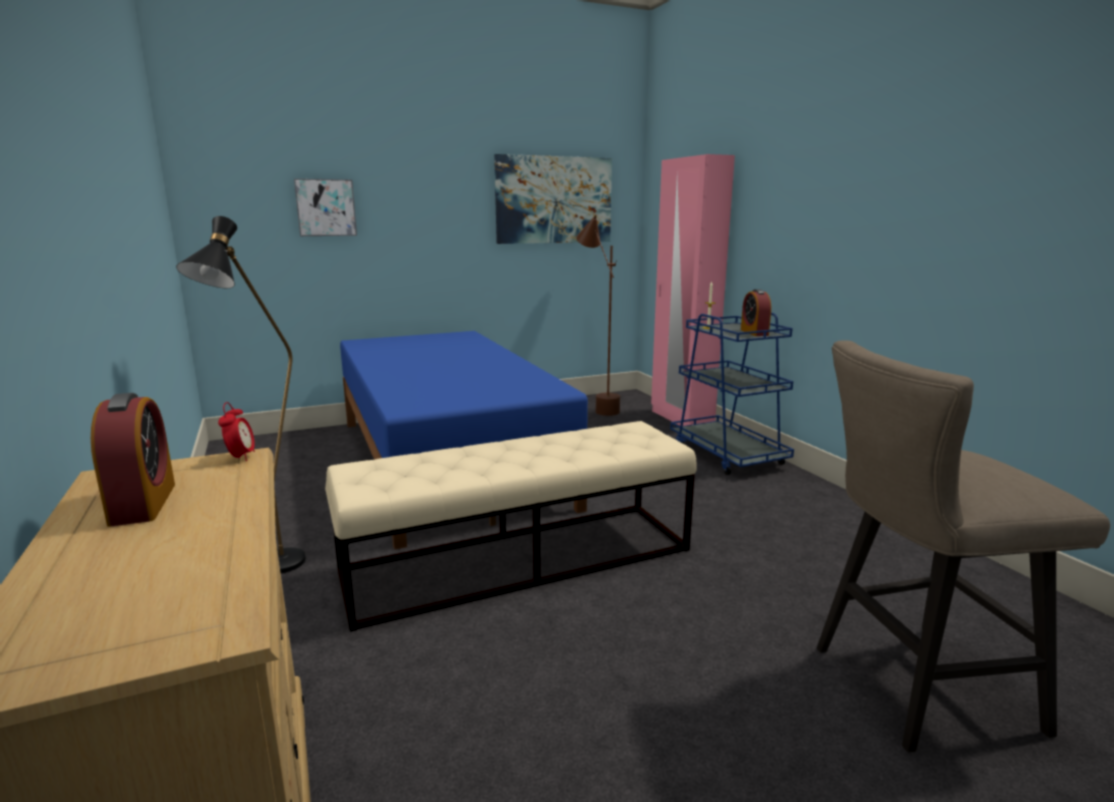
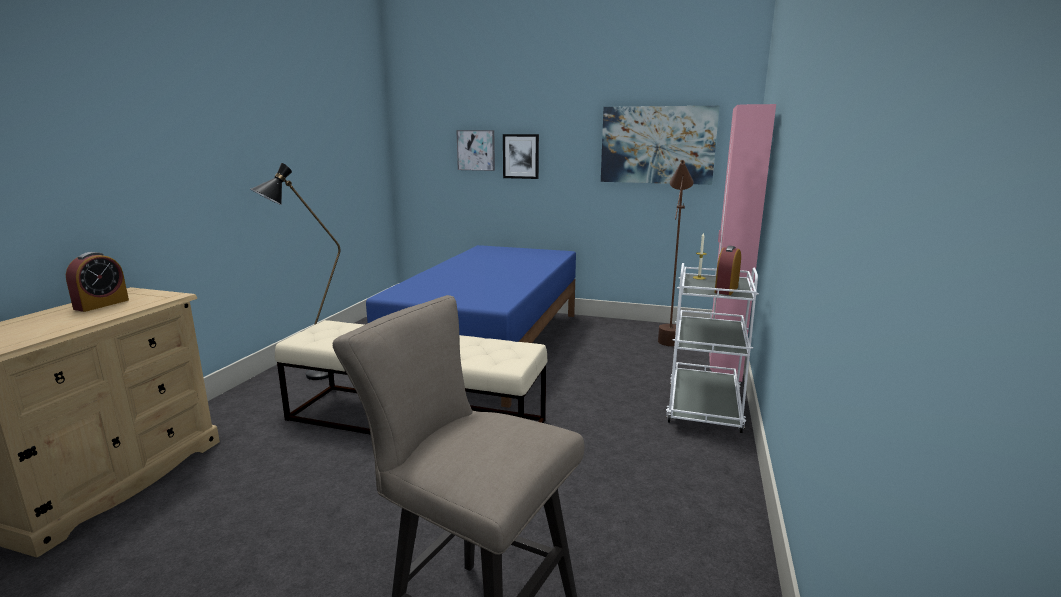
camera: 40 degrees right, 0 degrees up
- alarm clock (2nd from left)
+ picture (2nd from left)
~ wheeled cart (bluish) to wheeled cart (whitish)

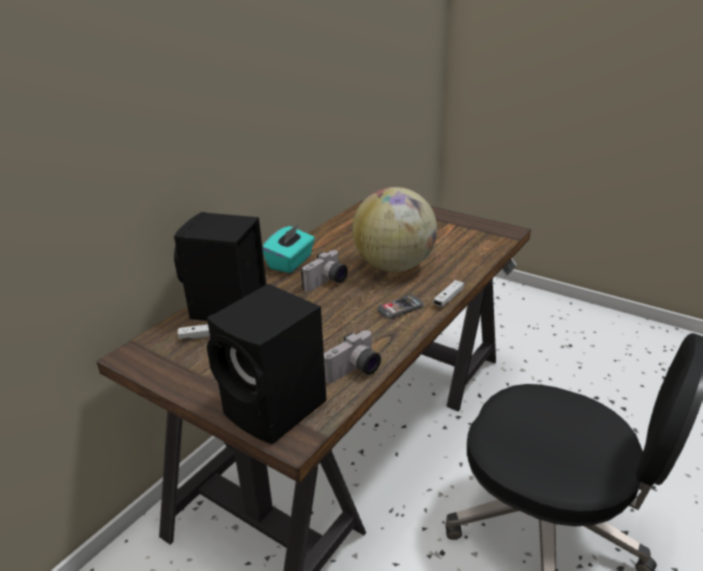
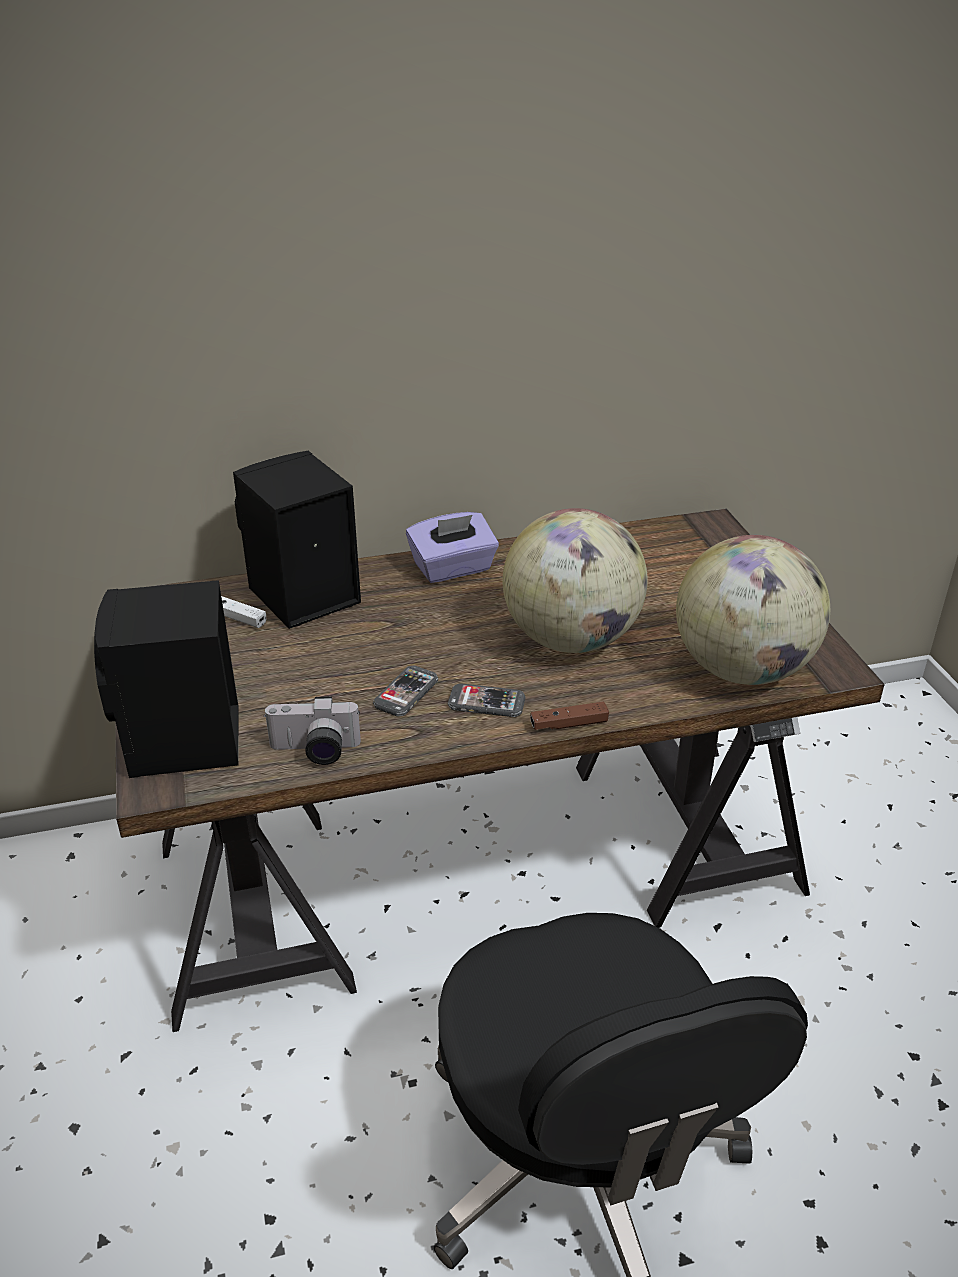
camera: 40 degrees right, 5 degrees up
- photo camera (1st from left)
+ handset (1st from left)
+ desk globe (2nd from left)
~ tissue holder (blue-green) to tissue holder (purple)
~ game controller (whitish) (2nd from left) to game controller (brown-coloured)

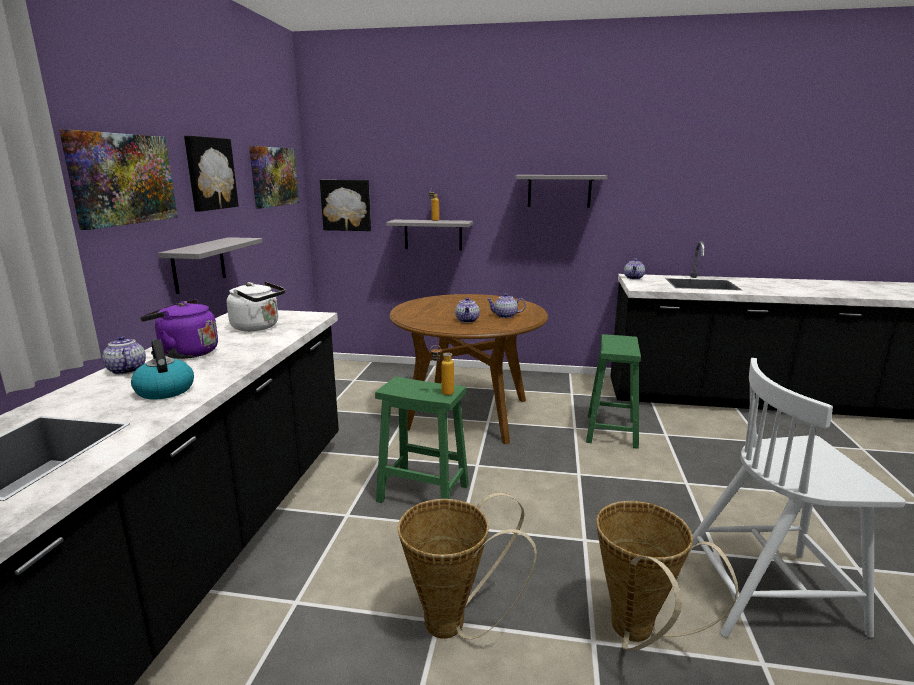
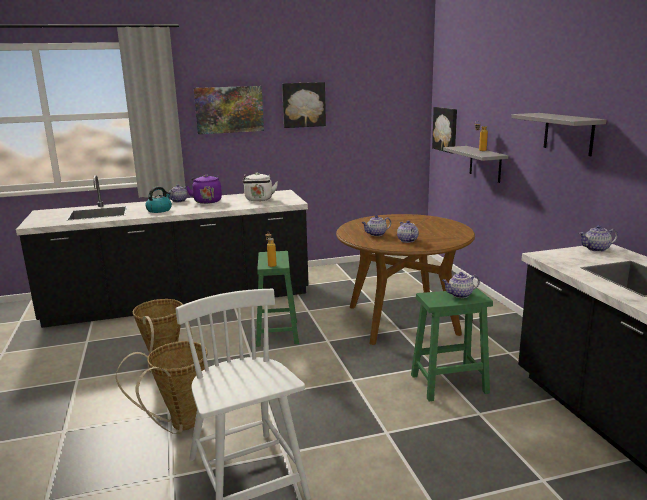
camera: 65 degrees right, 0 degrees up
- bracket shelf (grey) (1st from left)
- picture (3rd from left)
+ tea pot (4th from left)

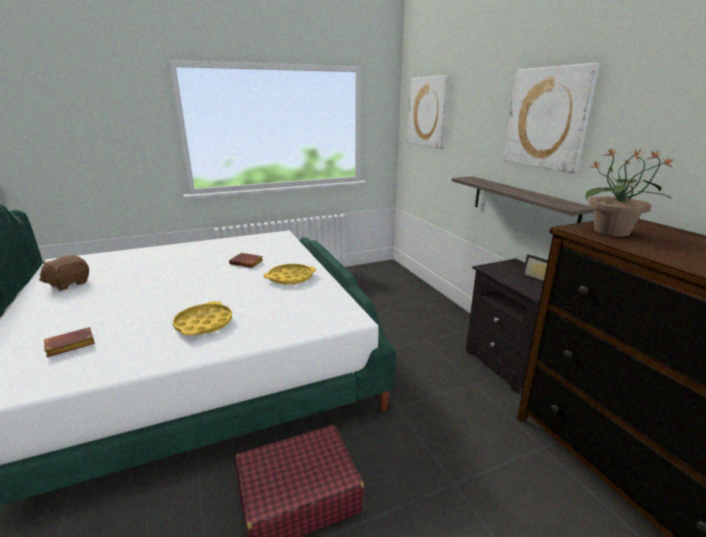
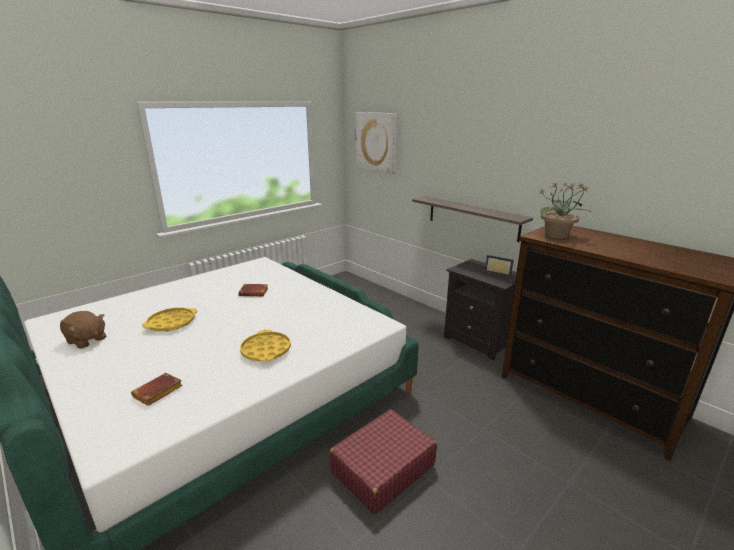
camera: 20 degrees left, 0 degrees up
- picture (2nd from left)
~ carrying tray (yellow-coloured) (2nd from left in the first image) to carrying tray (yellow-coloured) (1st from left)
~ plush toy (brown-coloured) 75 degrees counterclockwise

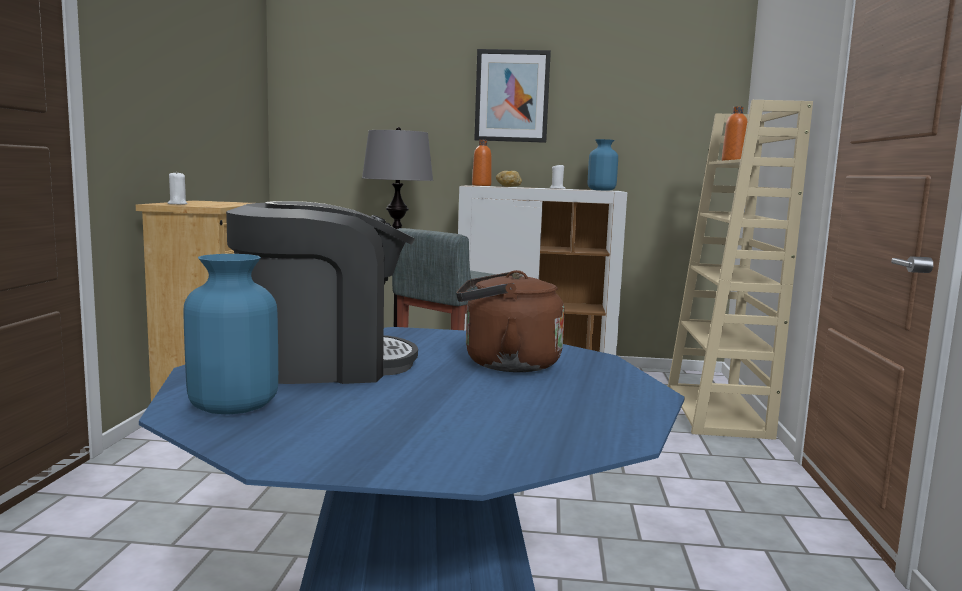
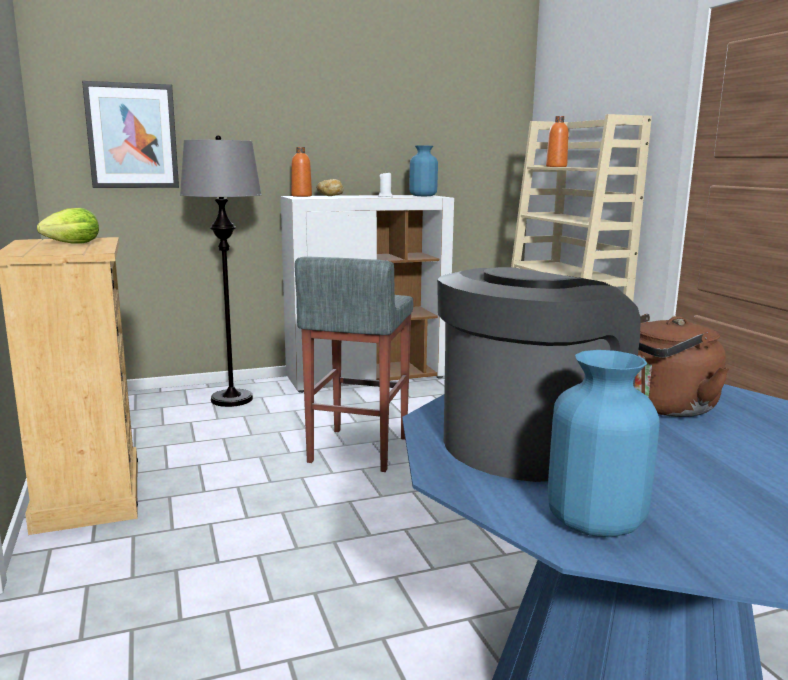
camera: 25 degrees left, 5 degrees up
- candle (whitish) (1st from left)
+ lettuce head
~ picture

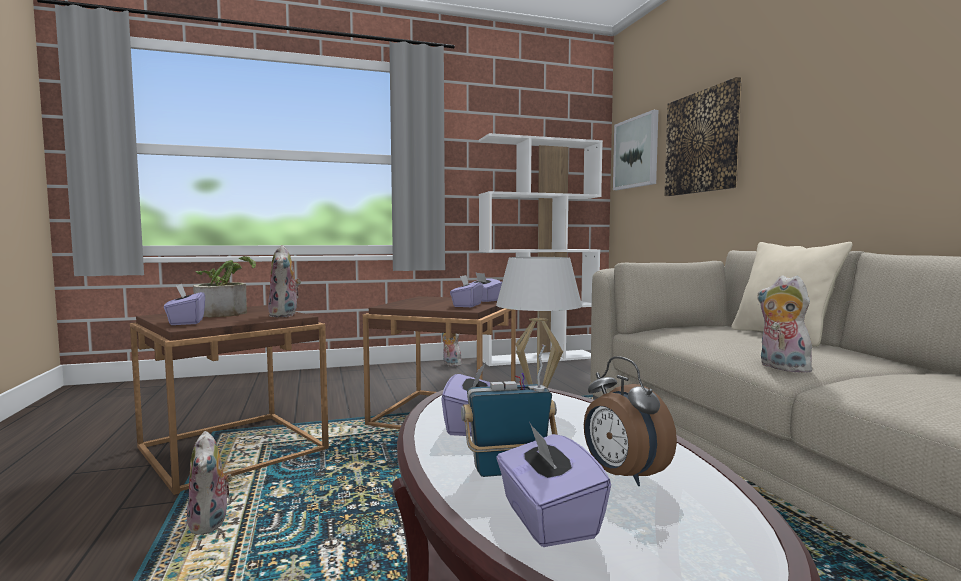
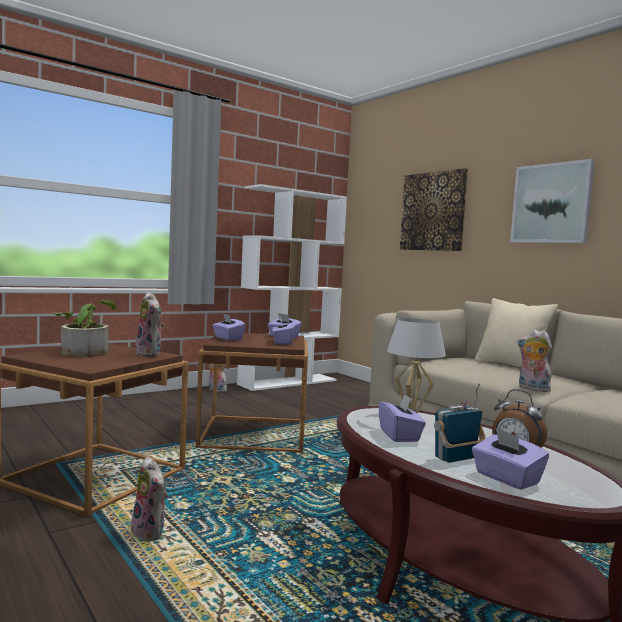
camera: 20 degrees left, 0 degrees up
~ tissue holder (purple) (1st from left)
~ picture (1st from left in the first image) to picture (2nd from left)

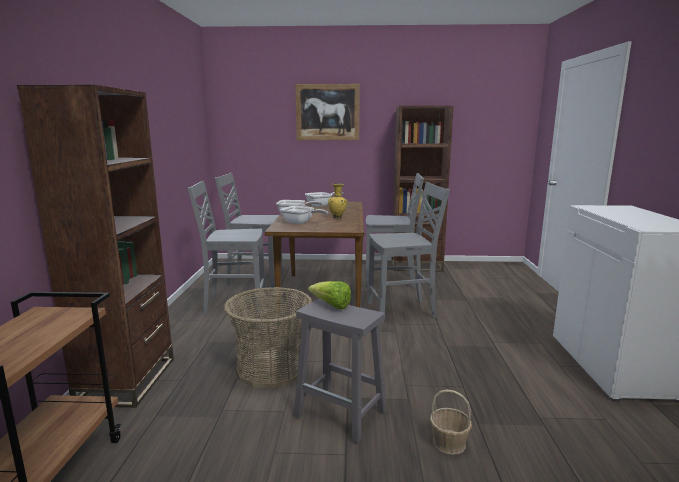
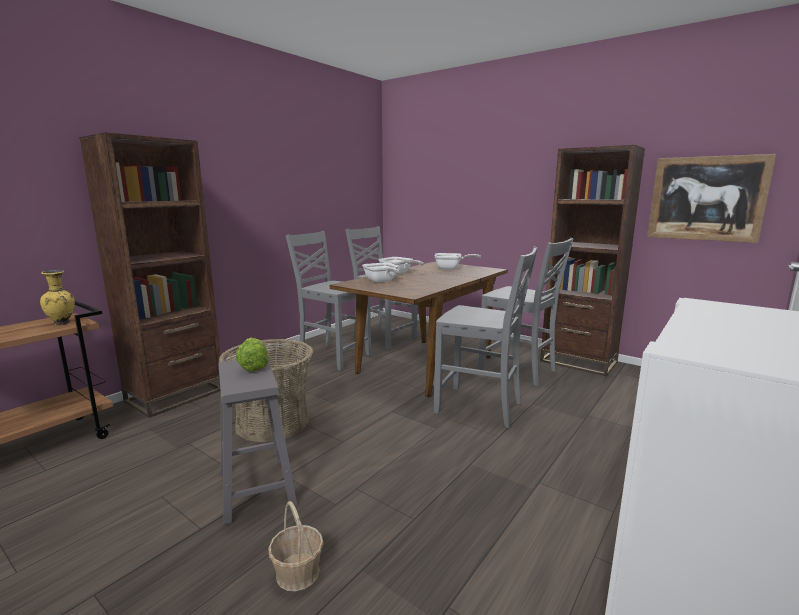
camera: 35 degrees right, 0 degrees up
~ picture
~ decorative vase (yellow-coloured)

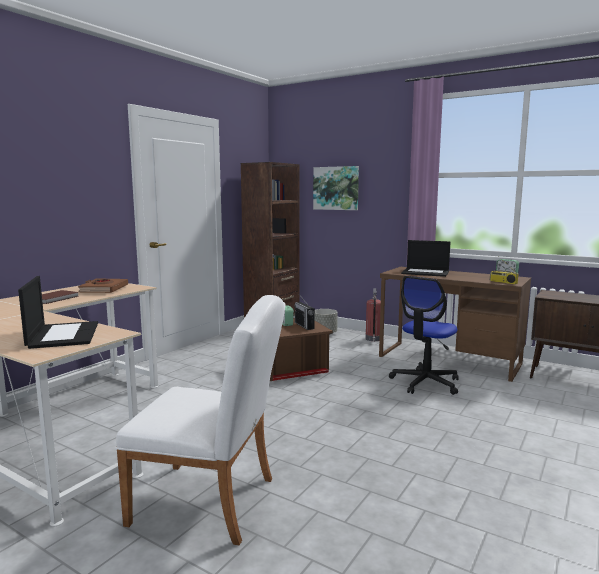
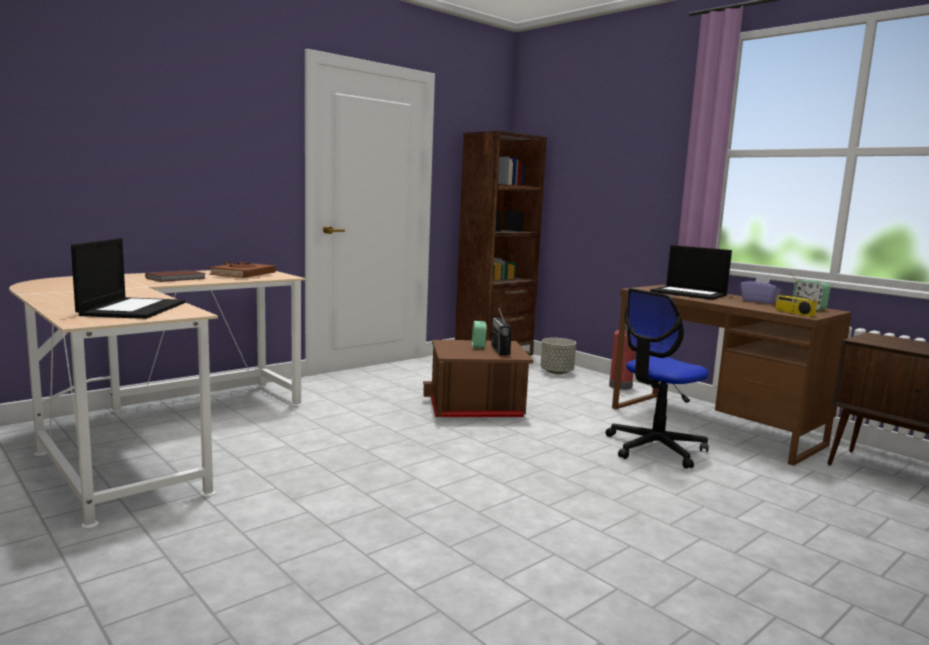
camera: 15 degrees right, 0 degrees up
- plain chair (whitish)
- picture
+ tissue holder (purple)

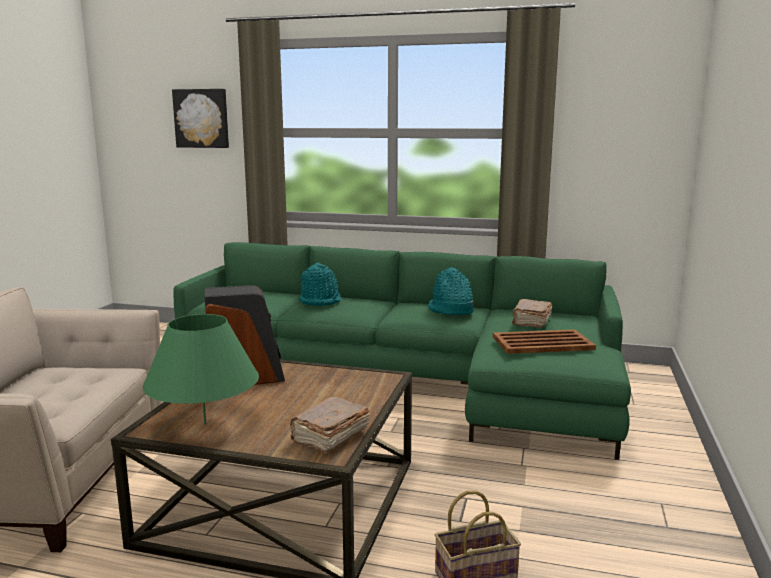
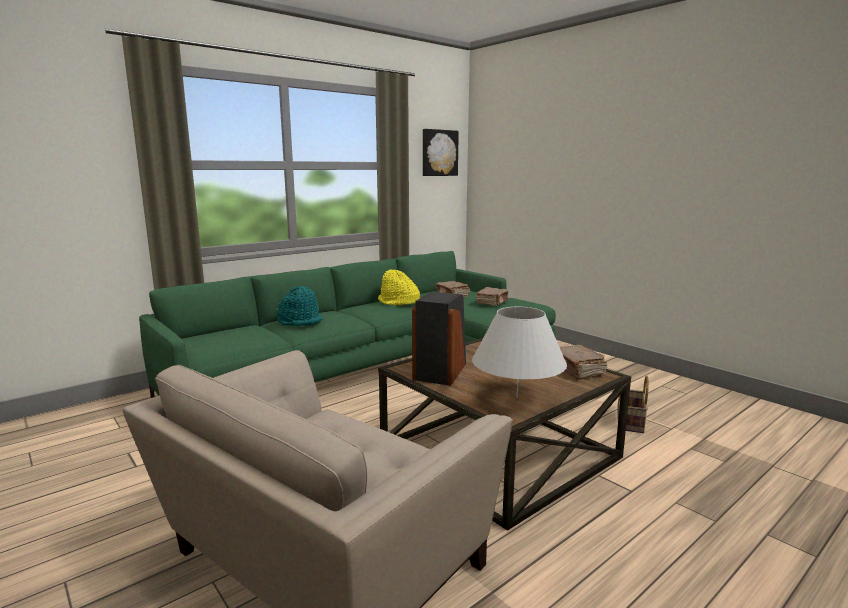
camera: 55 degrees left, 0 degrees up
~ picture
~ carrying tray (brown-coloured) to book (brown-coloured) (2nd from left)
~ tabletop lamp (green) to tabletop lamp (whitish)
~ hat (blue-green) (2nd from left) to hat (yellow-coloured)

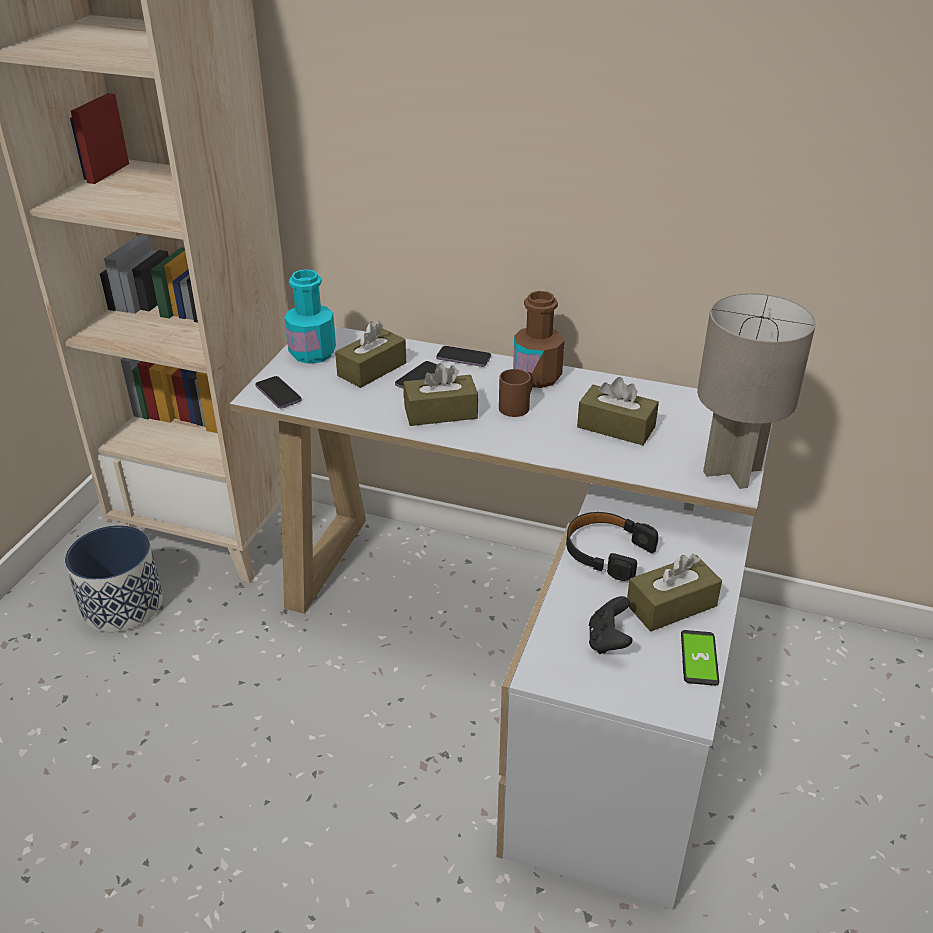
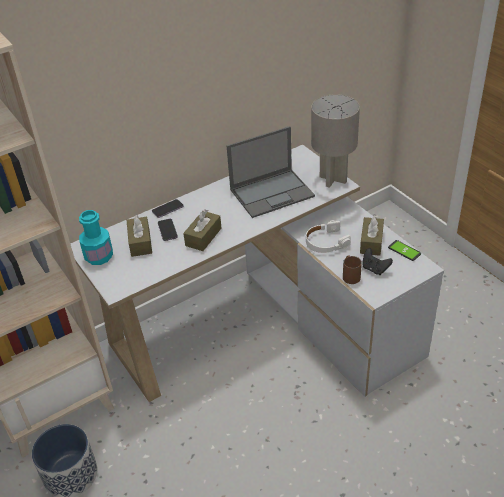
camera: 50 degrees left, 5 degrees up
- handset (1st from left)
- beverage bottle (brown-coloured)
~ tea mug (brown-coloured)
~ tissue holder (brown-coloured) (3rd from left) to portable computer
~ pair of headphones (black-coloured) to pair of headphones (whitish)

